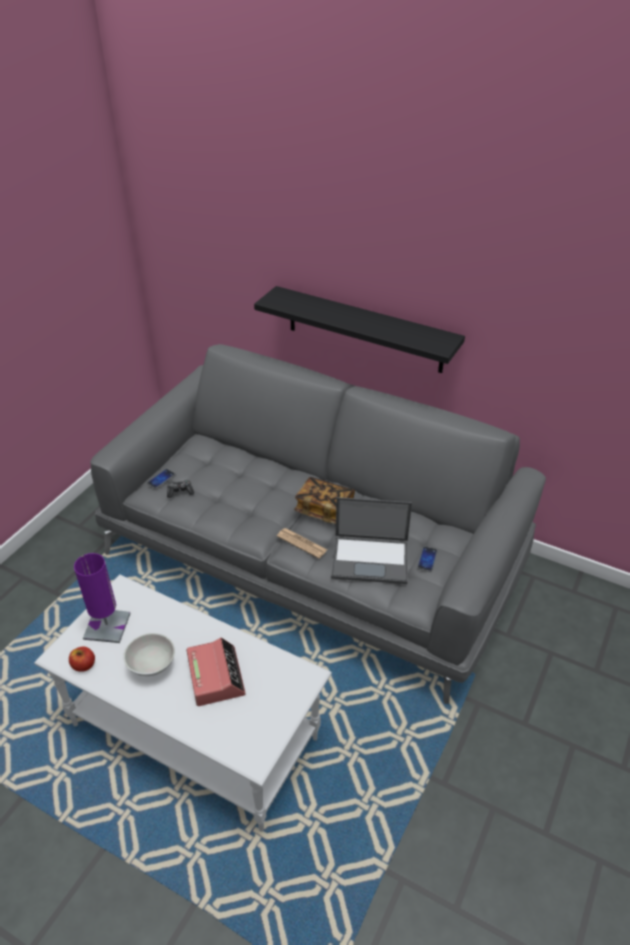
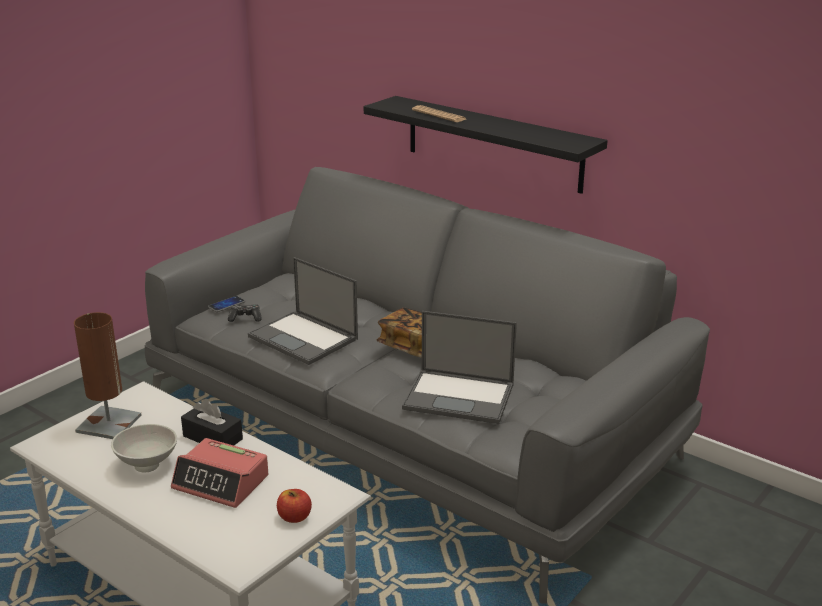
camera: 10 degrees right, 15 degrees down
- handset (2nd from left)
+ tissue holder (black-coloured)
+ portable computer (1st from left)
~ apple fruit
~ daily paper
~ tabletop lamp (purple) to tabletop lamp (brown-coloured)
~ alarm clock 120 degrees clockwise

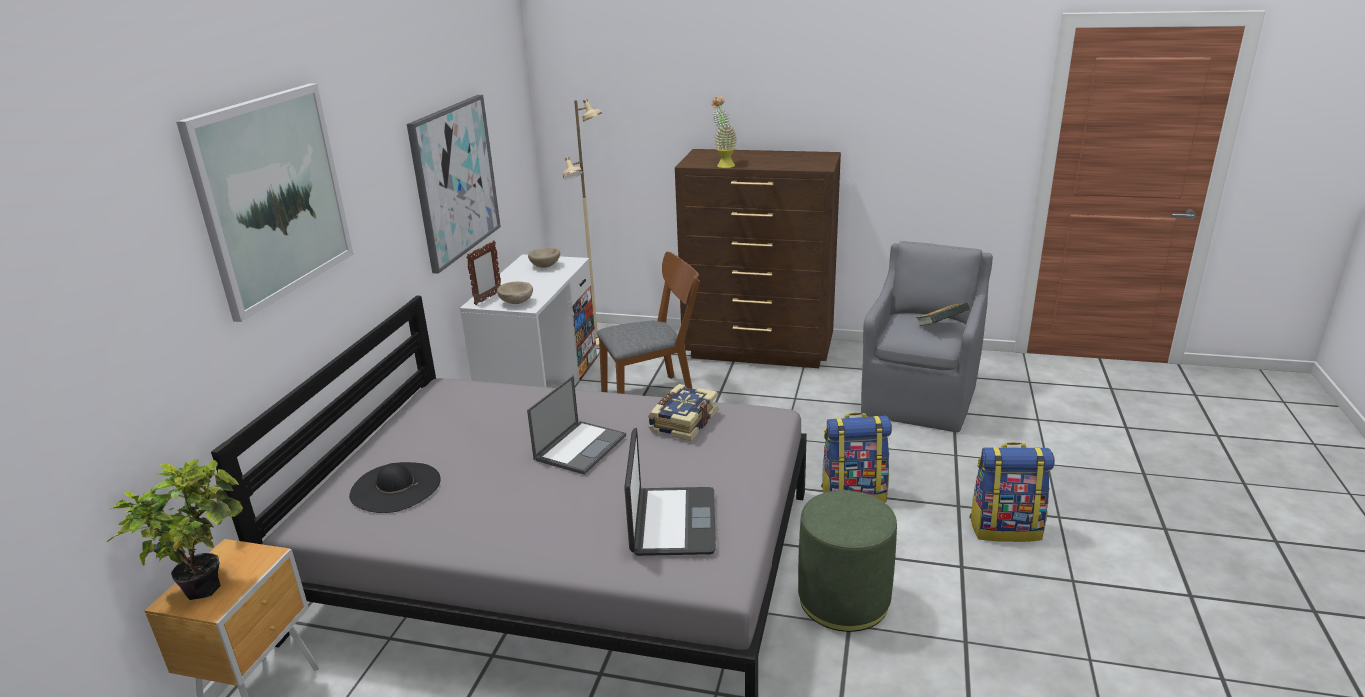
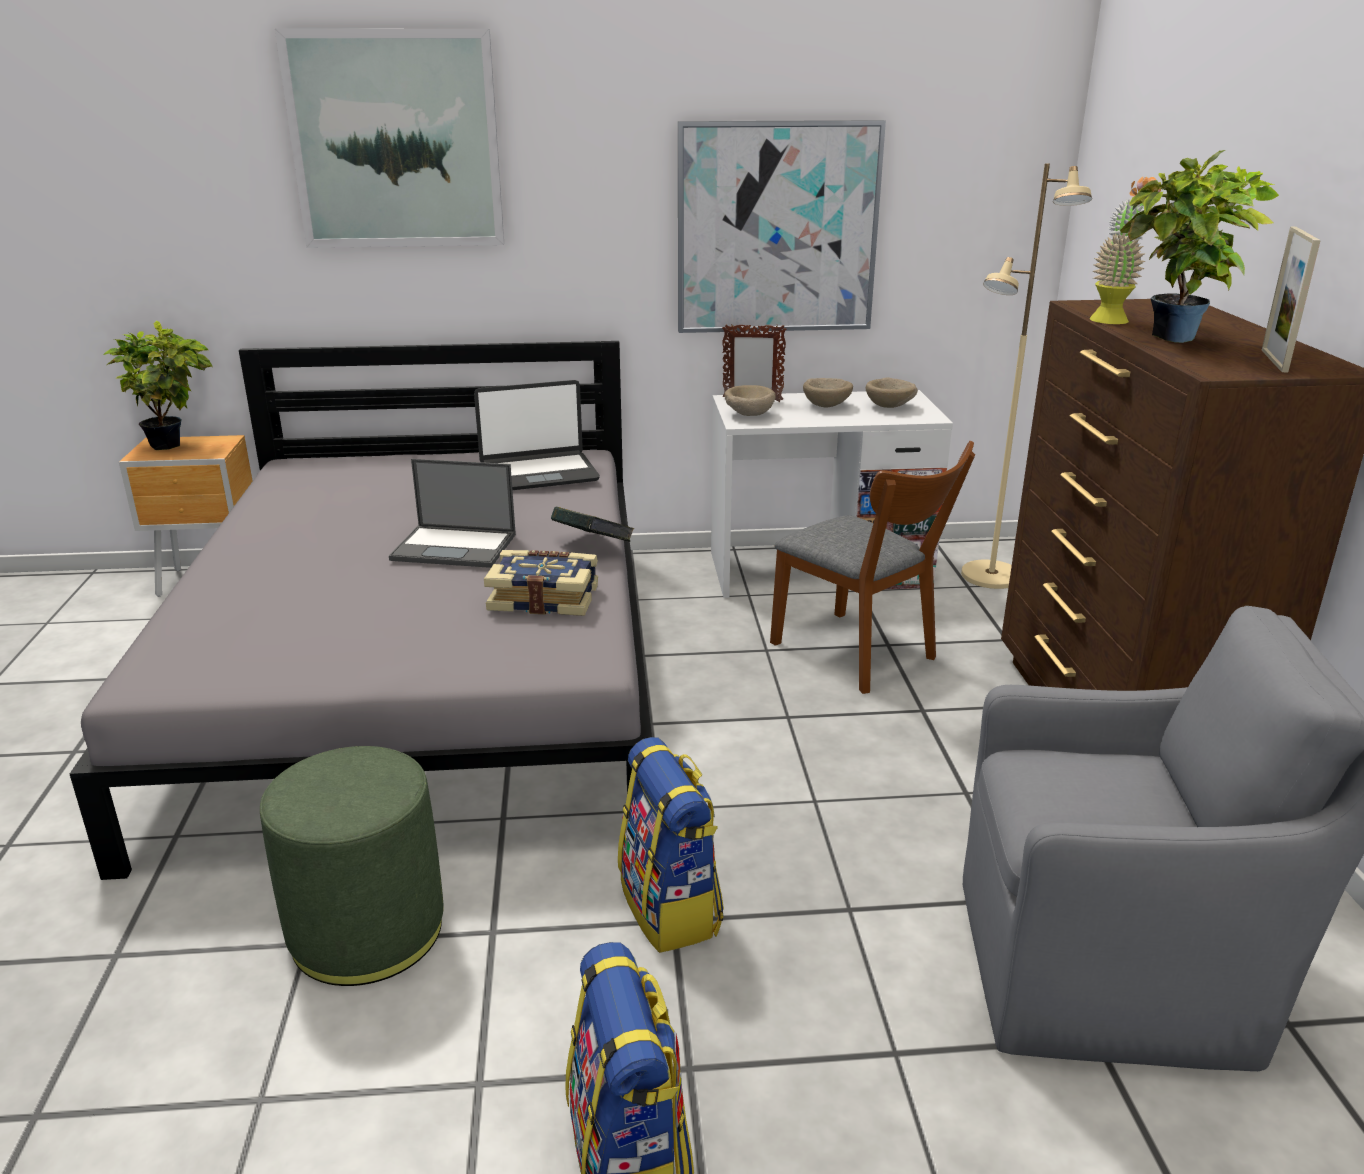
camera: 70 degrees right, 0 degrees up
- hat (black-coloured)
+ serving bowl (beige-coloured) (2nd from left)
+ plant in a pot (3rd from left)
+ picture frame (2nd from left)
~ portable computer (2nd from left)
~ book (2nd from left)

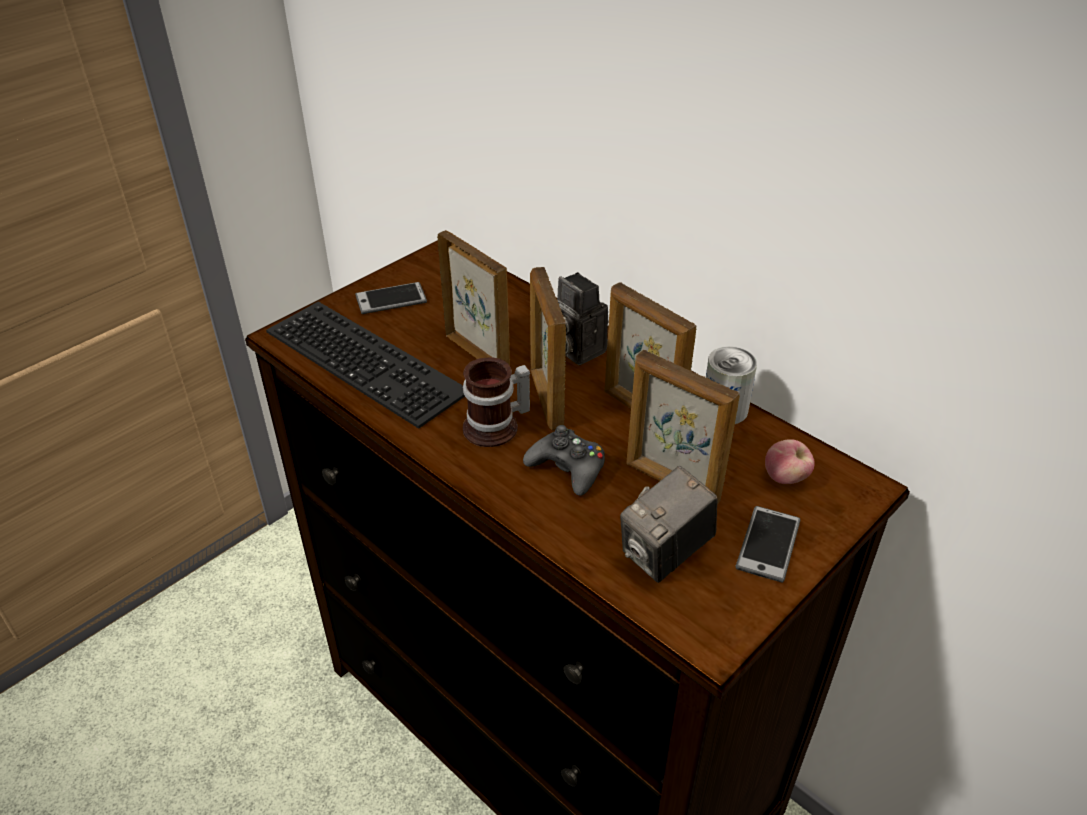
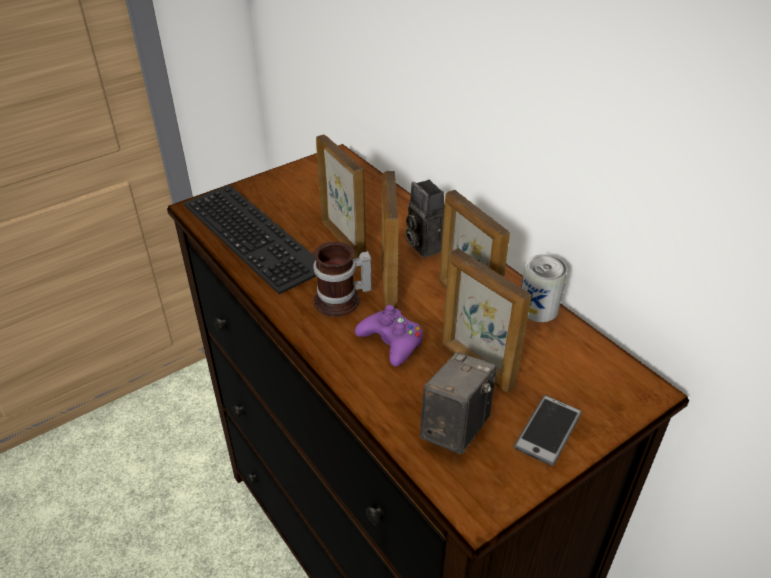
camera: 10 degrees right, 0 degrees up
- handset (1st from left)
- apple fruit
~ game controller (black-coloured) to game controller (purple)
~ photo camera (2nd from left) 150 degrees clockwise

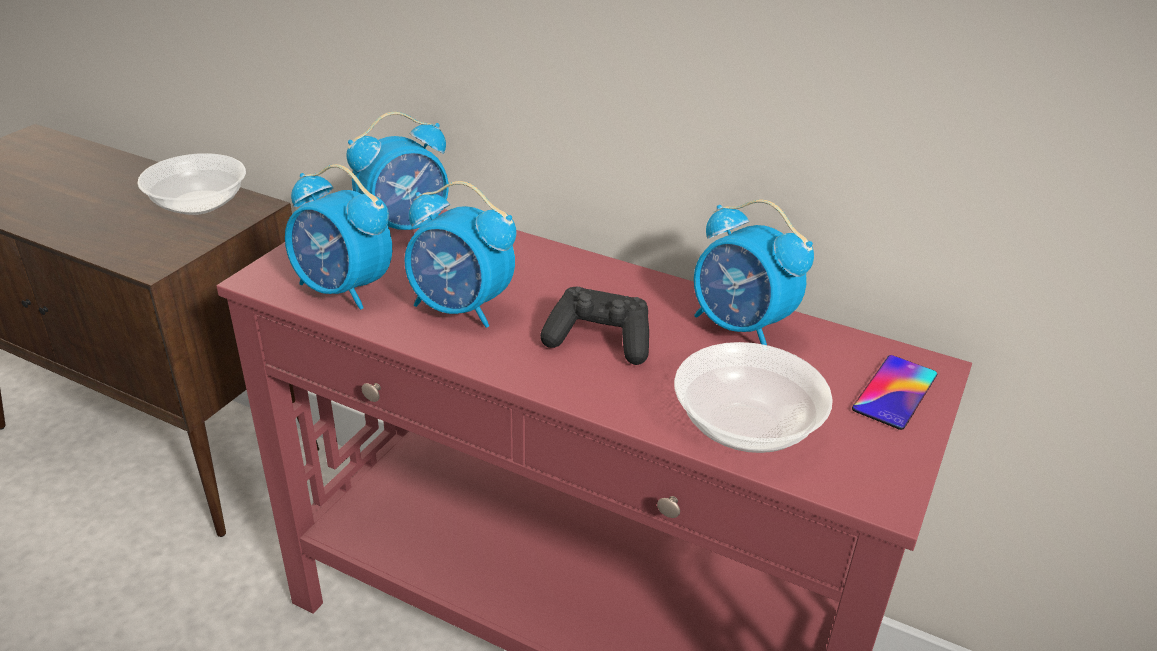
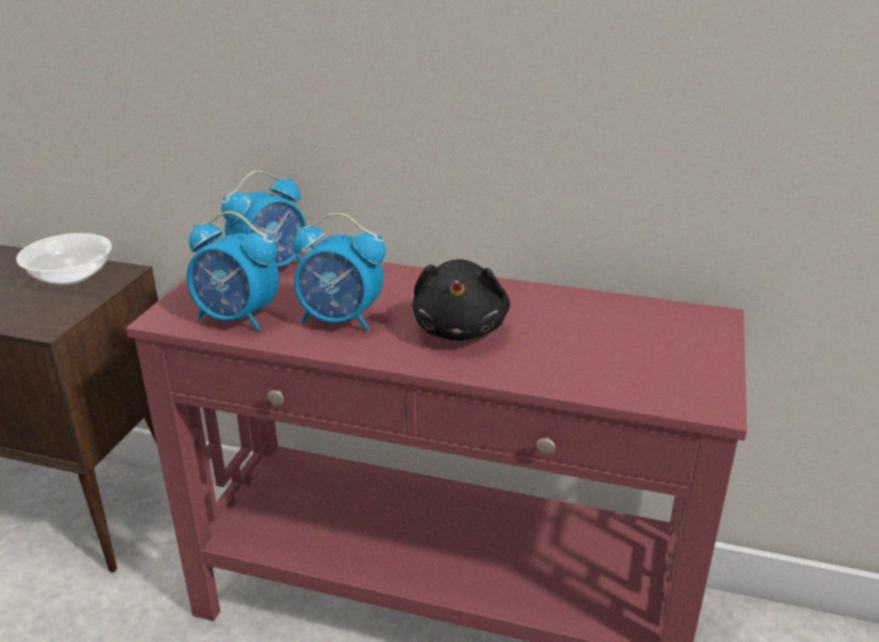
camera: 10 degrees left, 5 degrees down
- serving bowl (2nd from left)
- alarm clock (4th from left)
- handset
~ game controller (black-coloured) to plush toy (black-coloured)

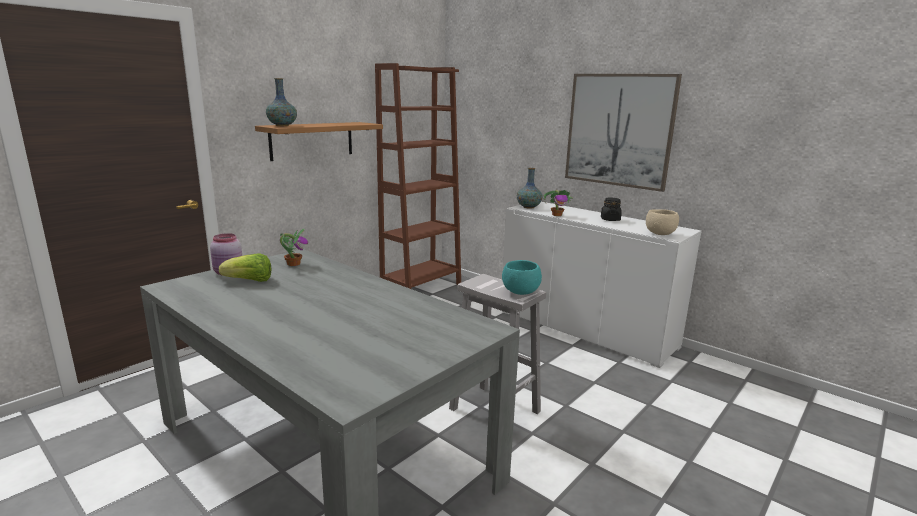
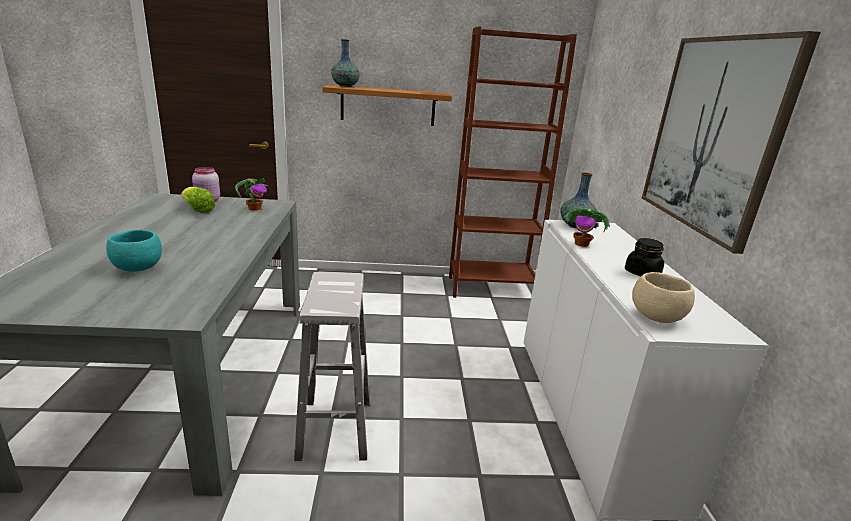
camera: 45 degrees right, 5 degrees up
~ serving bowl (blue-green)

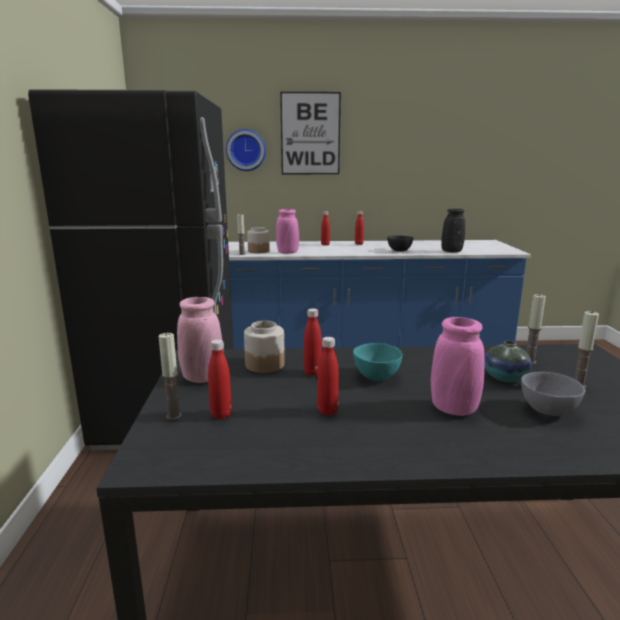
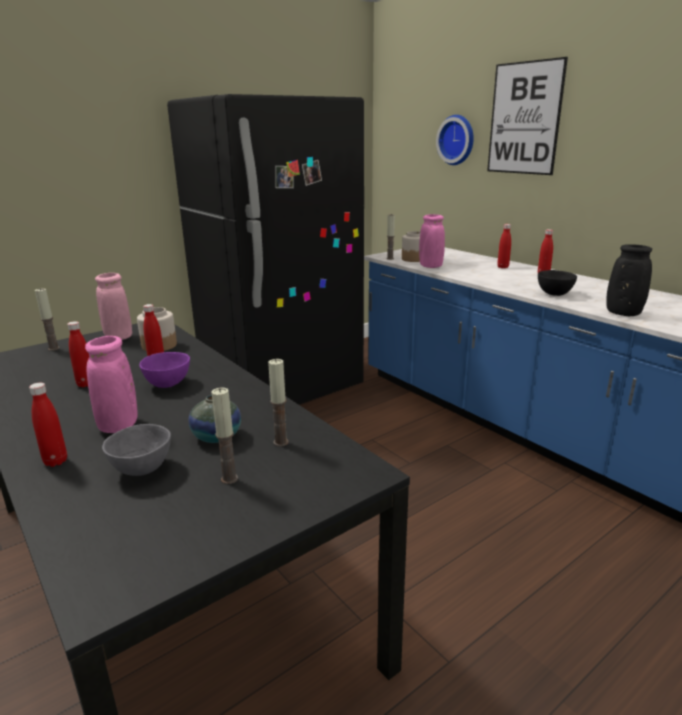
camera: 55 degrees right, 5 degrees up
~ beverage bottle (red) (1st from left)
~ serving bowl (blue-green) to serving bowl (purple)

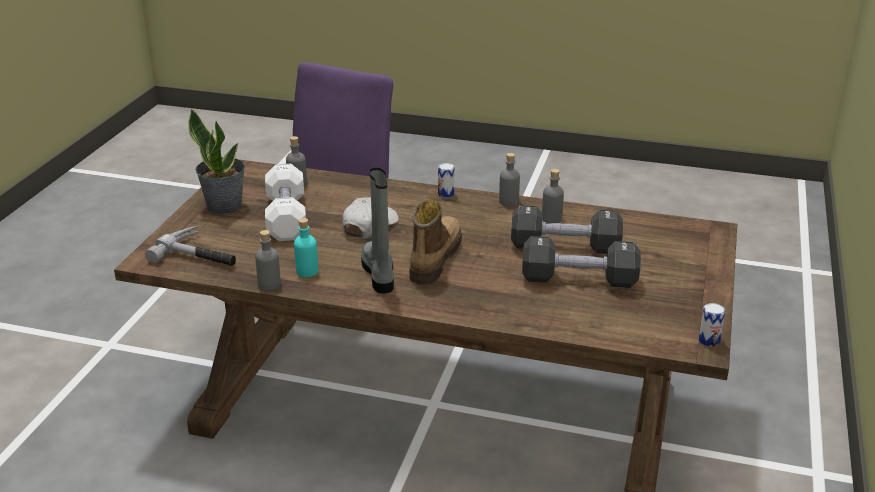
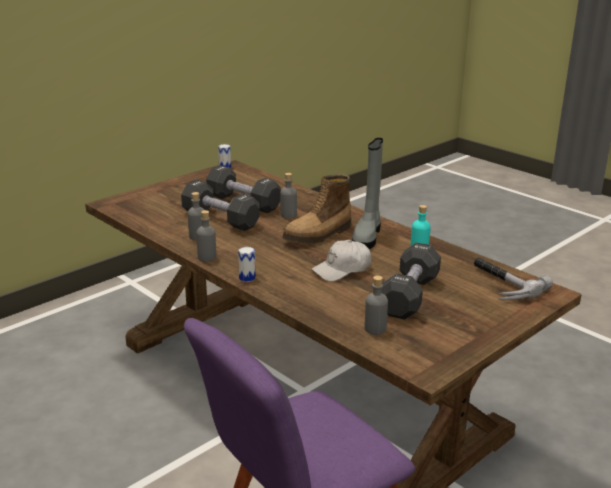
camera: 150 degrees left, 5 degrees down
- plant in a pot
~ beverage bottle (grey) (1st from left in the first image) to beverage bottle (grey) (3rd from left)
~ dumbbell (whitish) to dumbbell (black-coloured) (3rd from left)

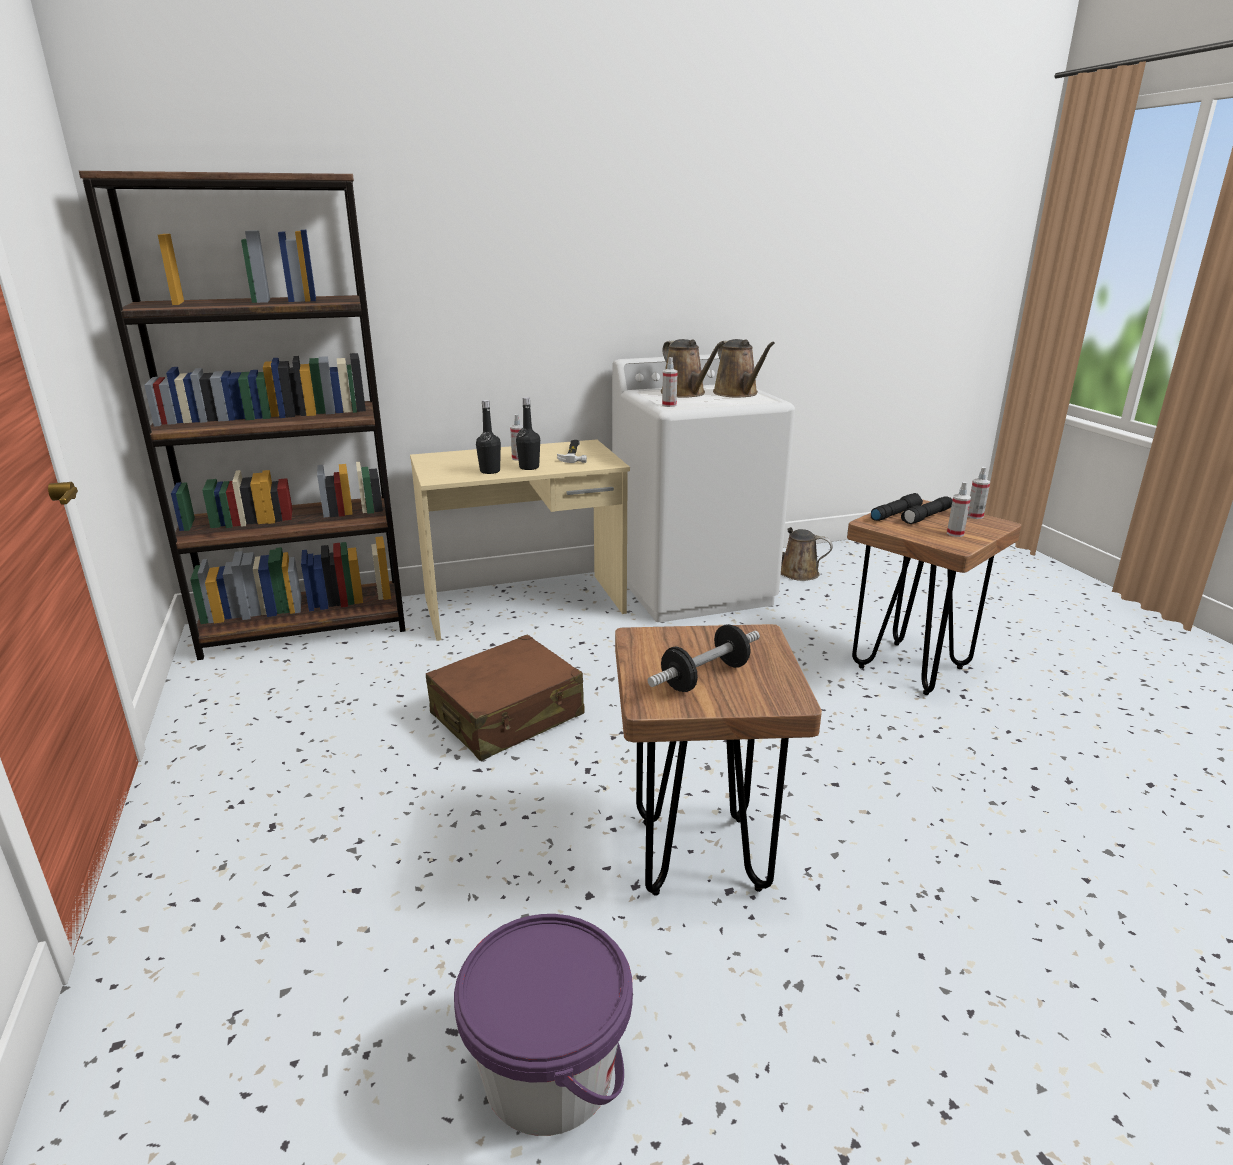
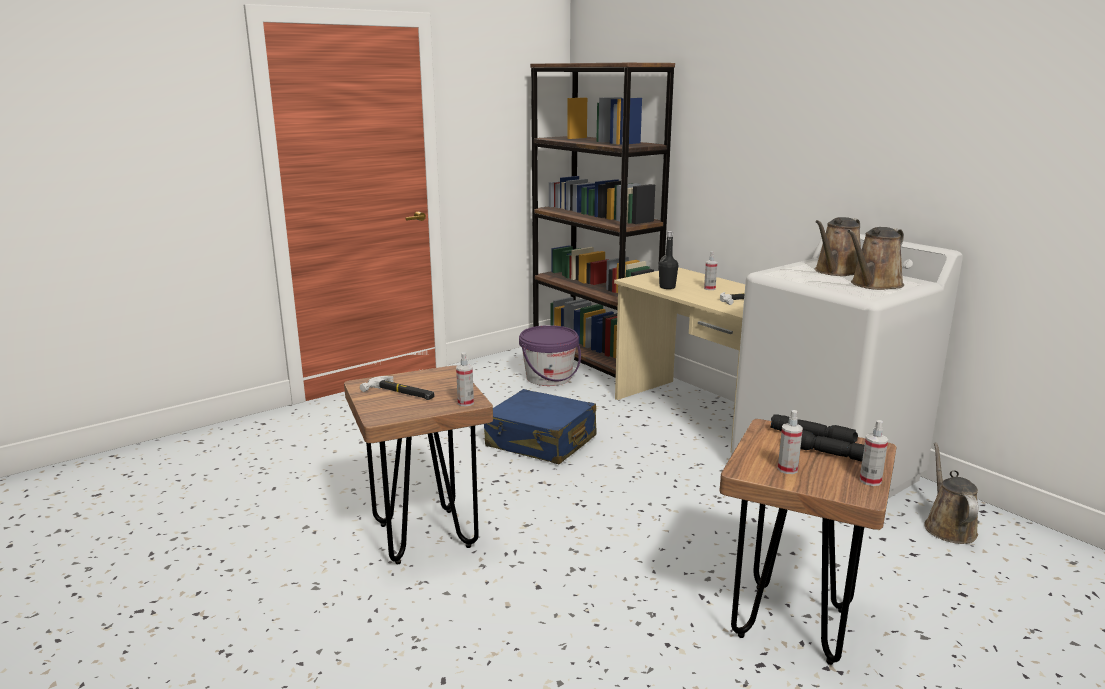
camera: 70 degrees right, 5 degrees down
- beverage bottle (black-coloured) (2nd from left)
~ water bucket (purple)
~ spray bottle (2nd from left in the first image) to spray bottle (1st from left)
~ dumbbell to tool hammer (1st from left)
~ piece of luggage (brown-coloured) to piece of luggage (bluish)

